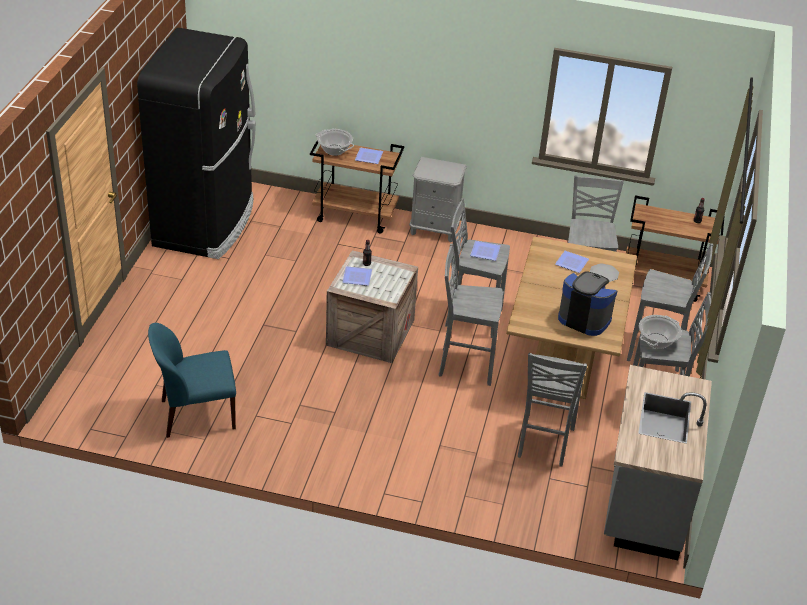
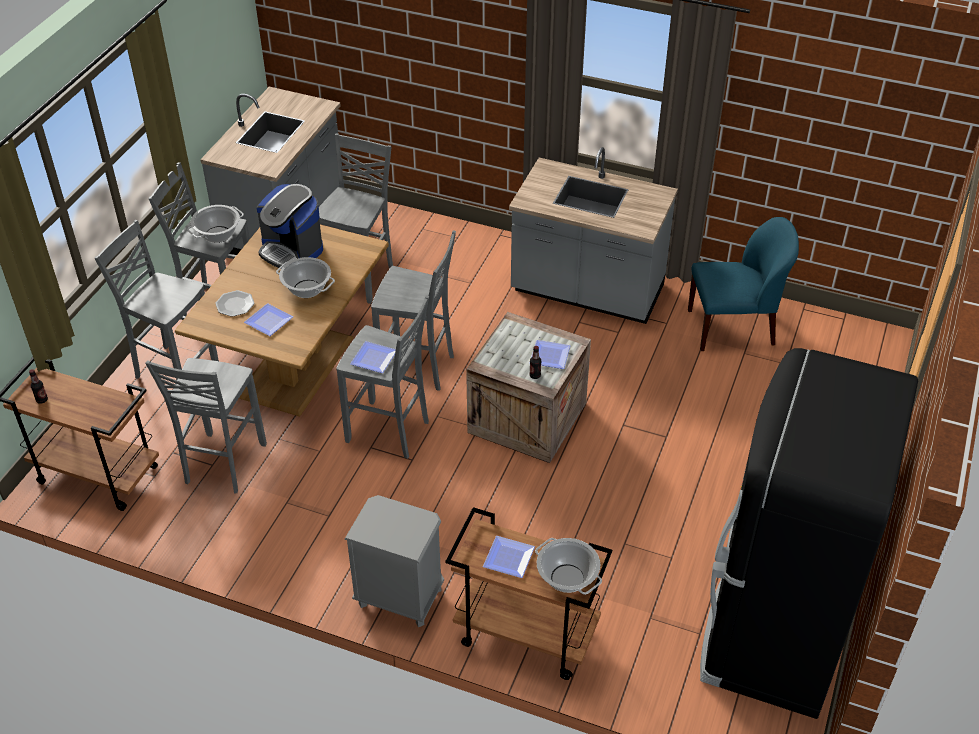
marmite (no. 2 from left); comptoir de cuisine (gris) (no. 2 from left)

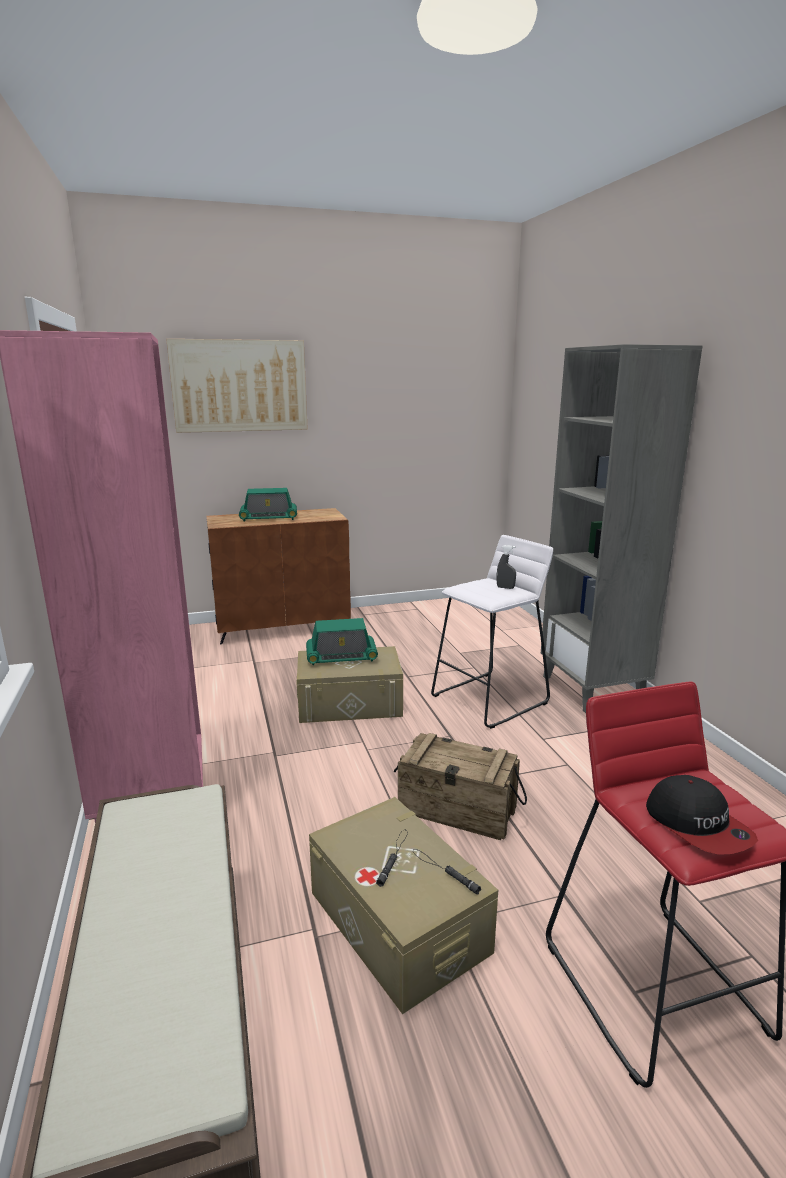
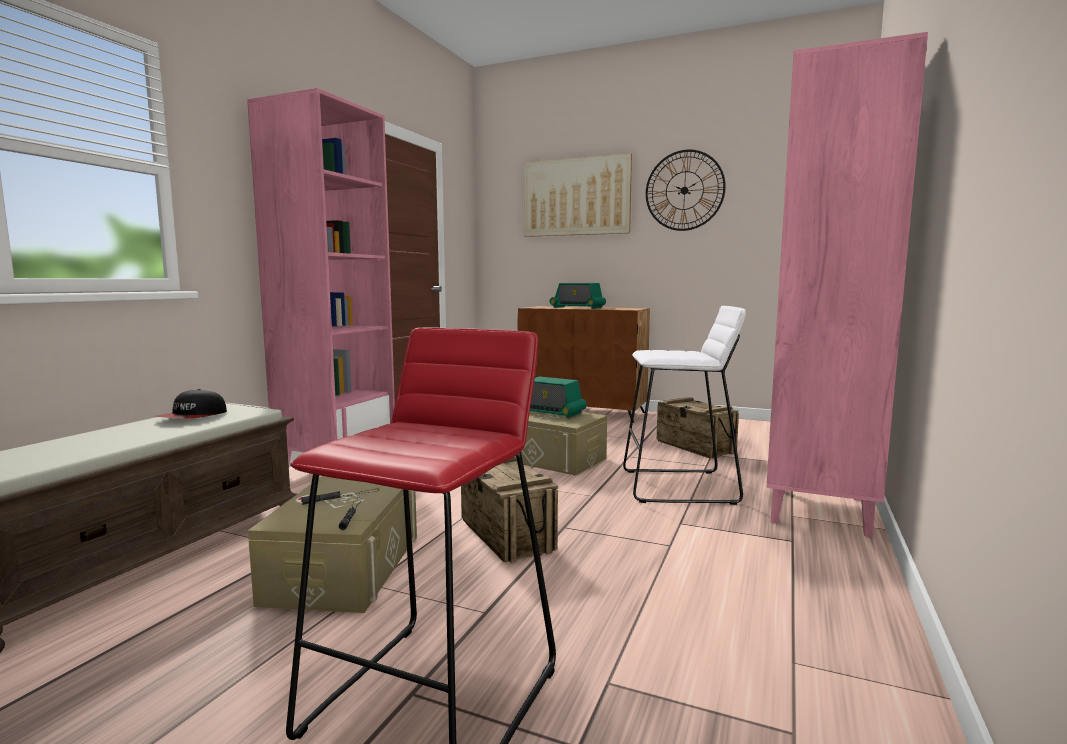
vaporisateur (gris); bibliothèque (rose) (no. 2 from left); casquette; horloge murale; caisse (no. 2 from left)

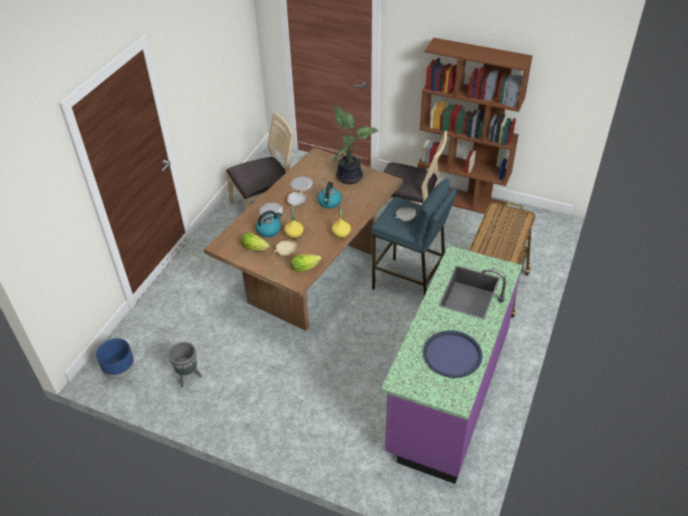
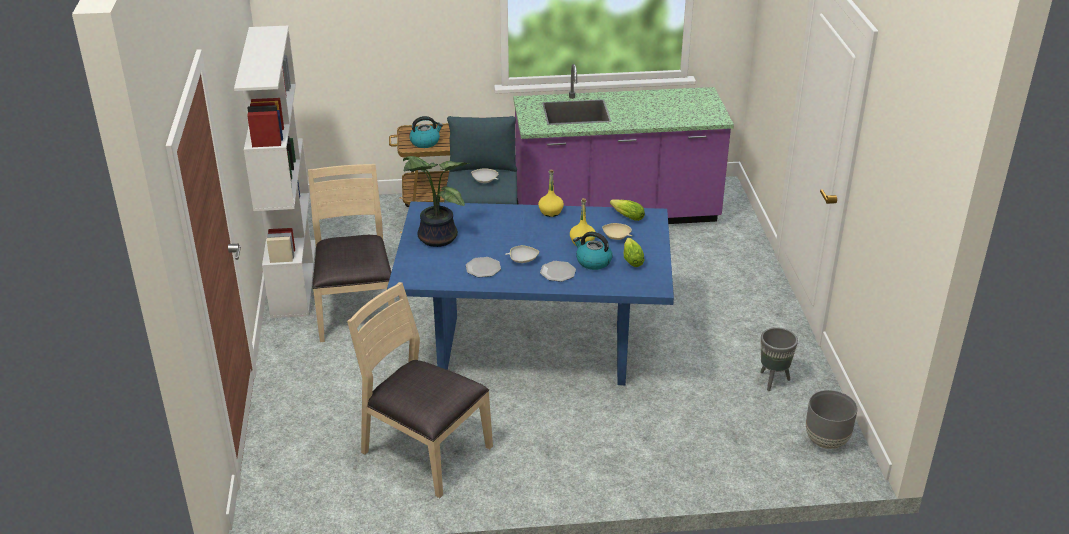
cache-pot (gris) (no. 2 from left); table à manger (bleu); bouilloire (no. 1 from left); bibliothèque (blanc); plateau (bleu)

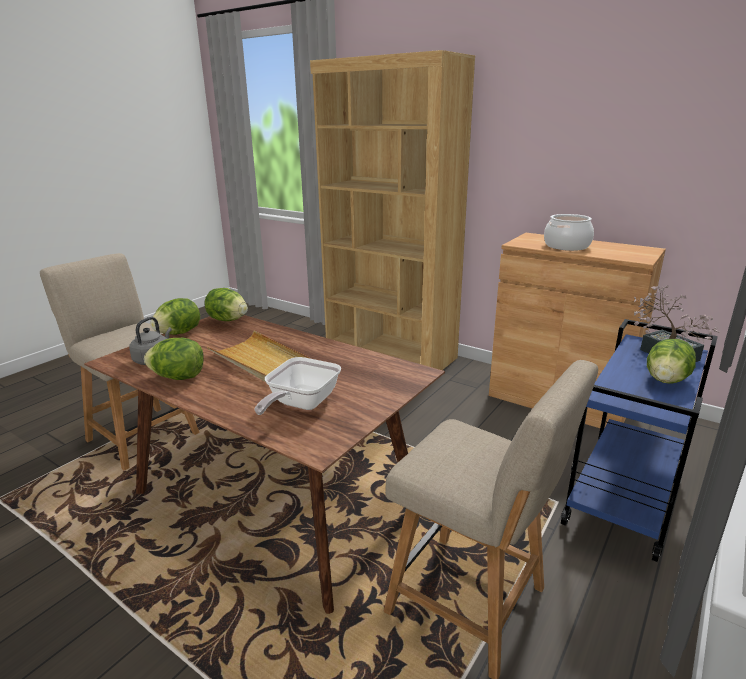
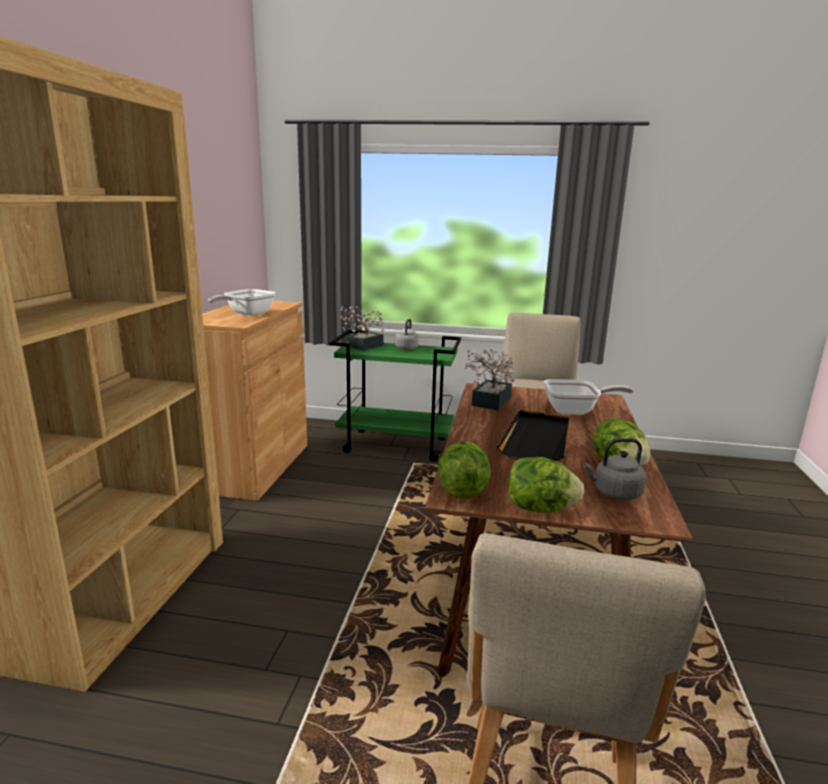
plateau (noir); poêle (no. 1 from left); chariot (vert); bouilloire (gris) (no. 1 from left); plante en pot (no. 2 from left)

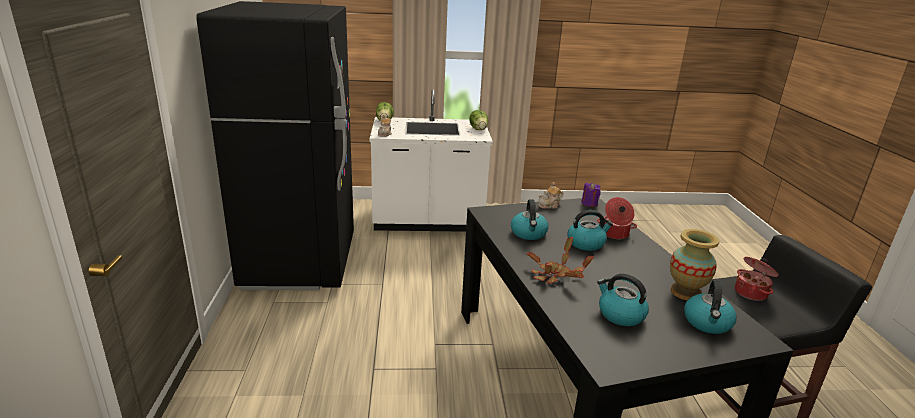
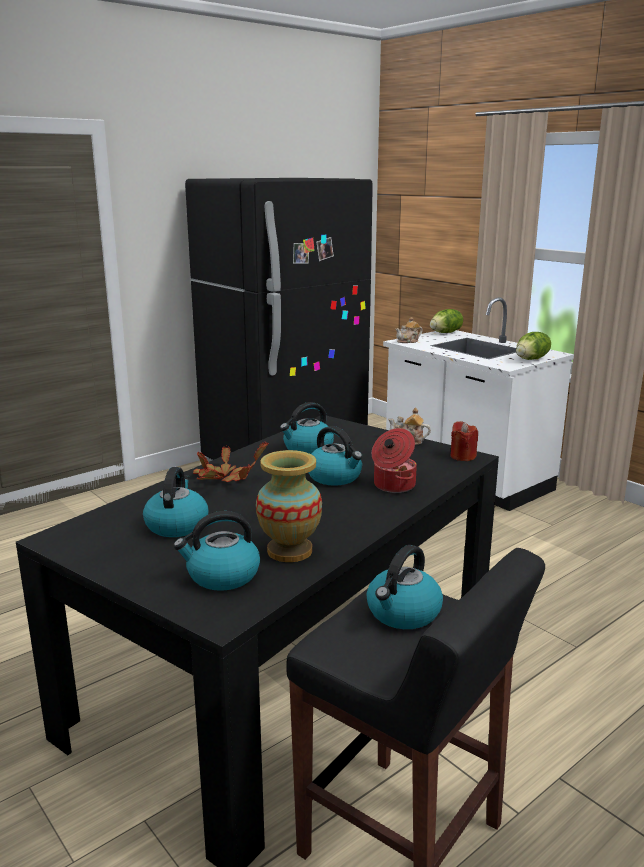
bougie (rouge); bouilloire (no. 5 from left)

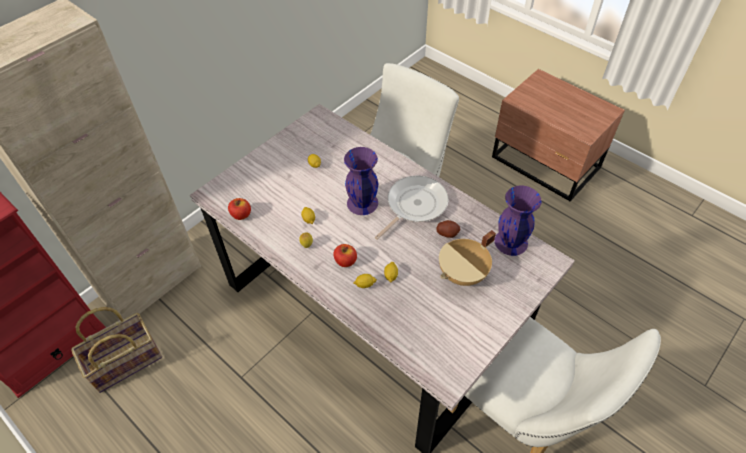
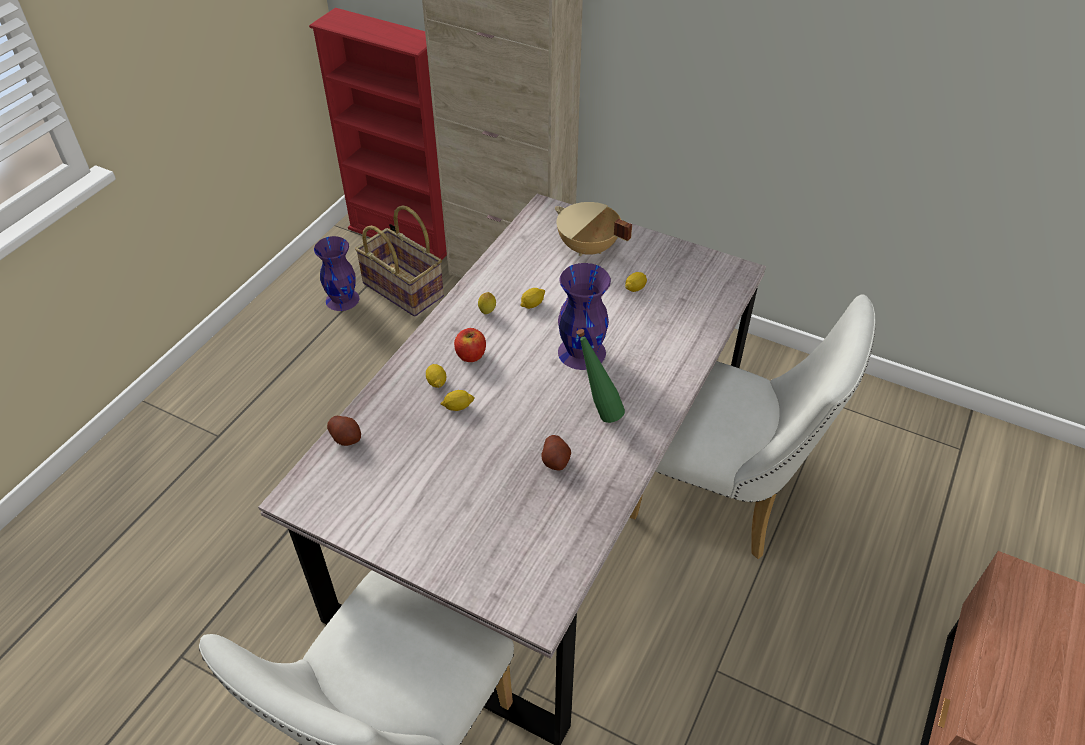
pomme (no. 1 from left in the first image); bouteille (vert); marmite (beige); vase (violet) (no. 1 from left); pomme de terre (no. 1 from left)

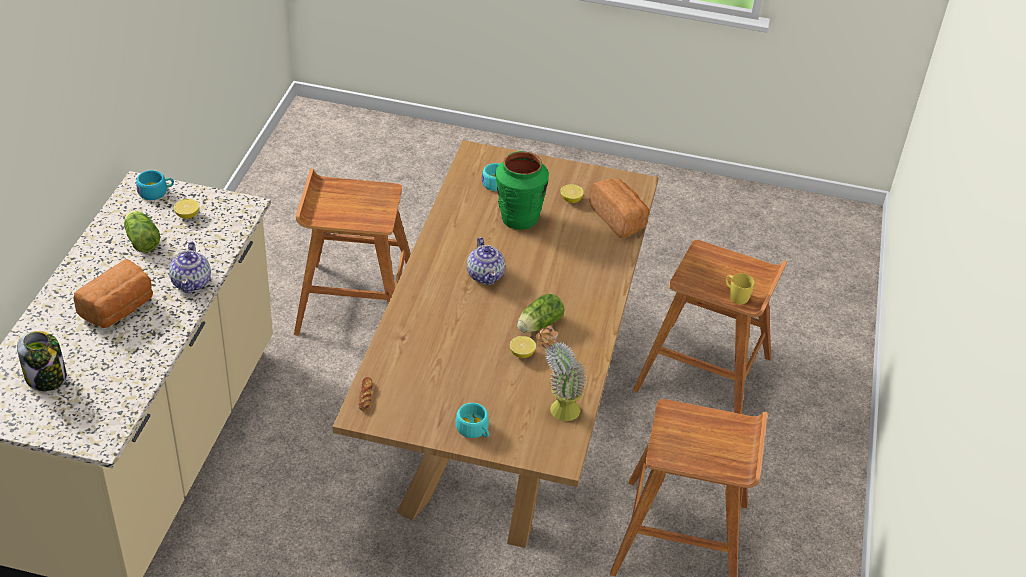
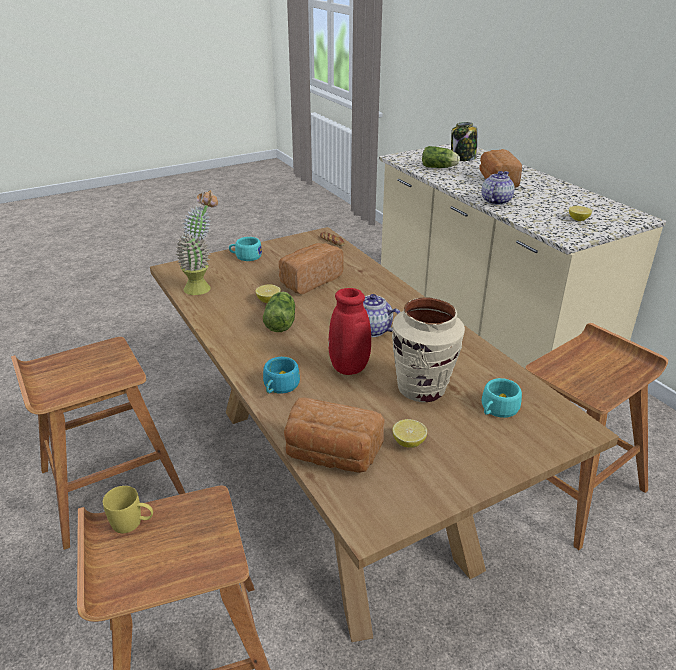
laitue (no. 2 from left); tasse (turquoise) (no. 2 from left); théière (no. 2 from left); vase (beige); pain (no. 1 from left); vase (rouge)

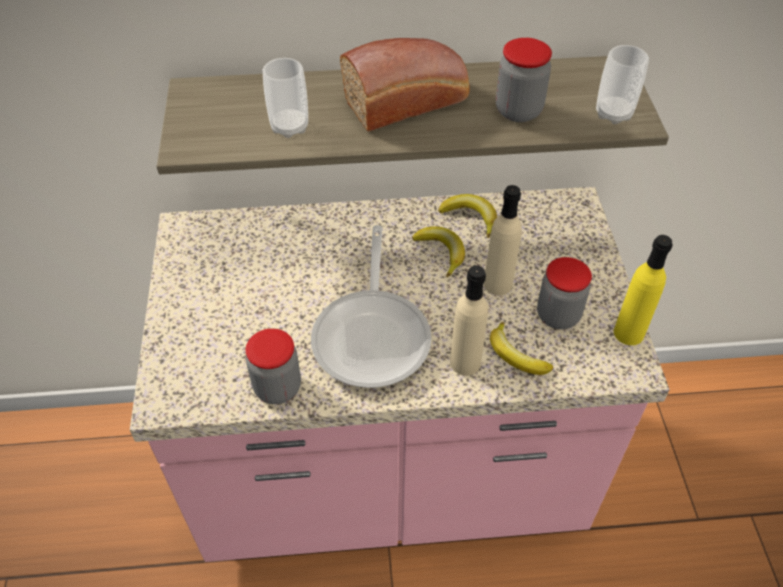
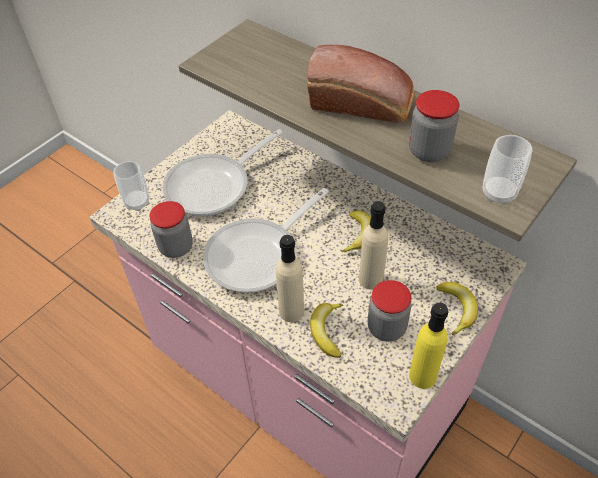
tasse (no. 1 from left); banane (no. 3 from left); poêle (no. 1 from left)

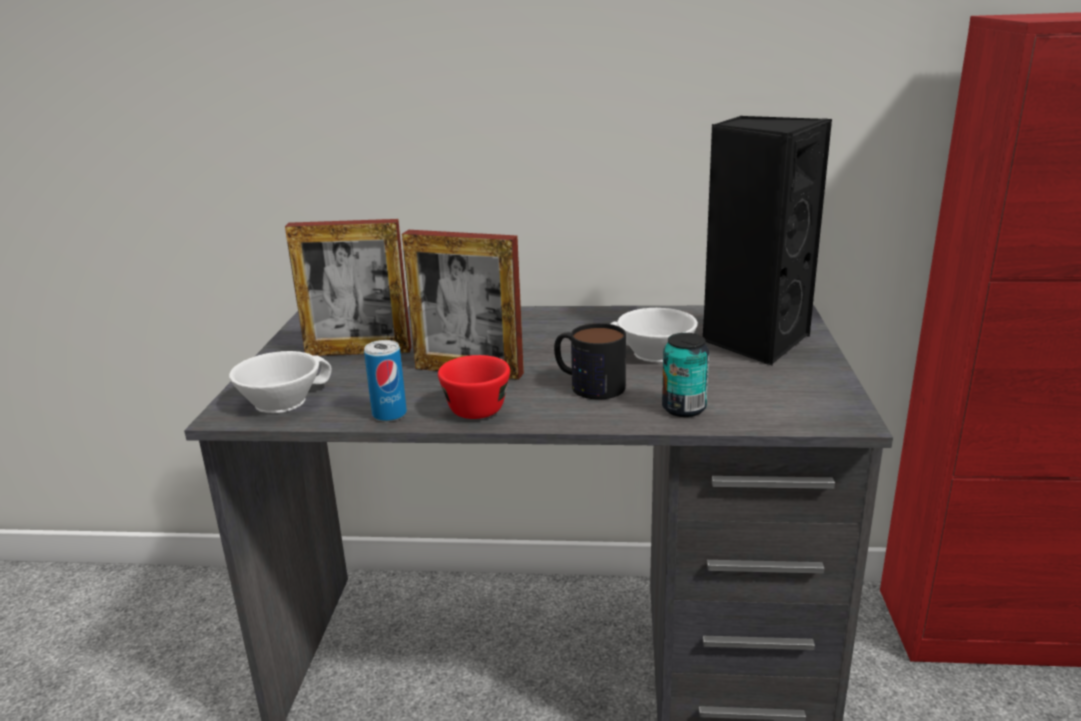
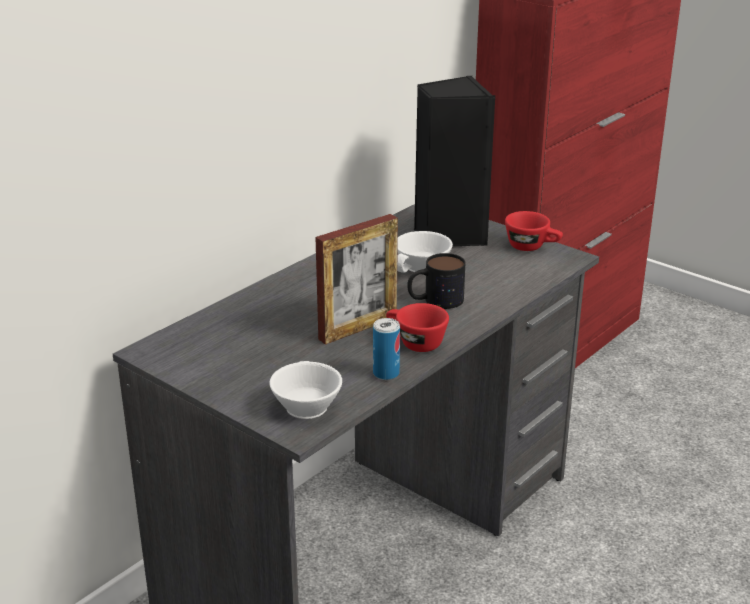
cadre photo (no. 1 from left in the first image); boîte métallique (no. 2 from left in the first image); tasse (rouge) (no. 2 from left)

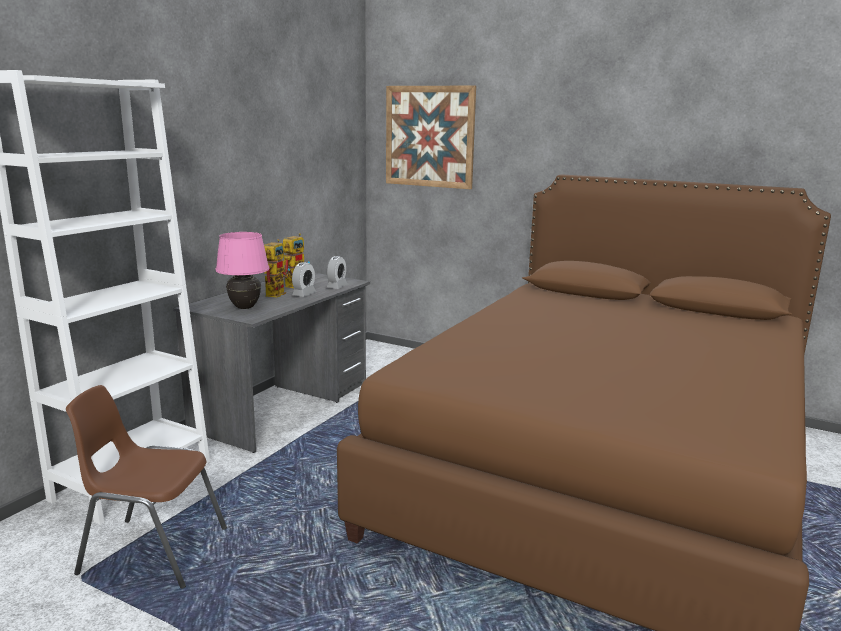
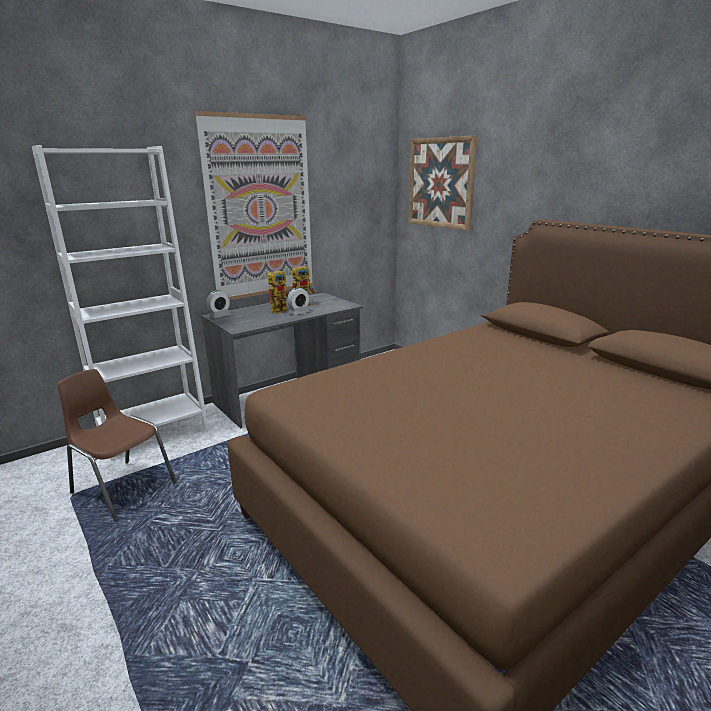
lampe de table (rose); réveil (no. 1 from left); tableau (no. 1 from left)

